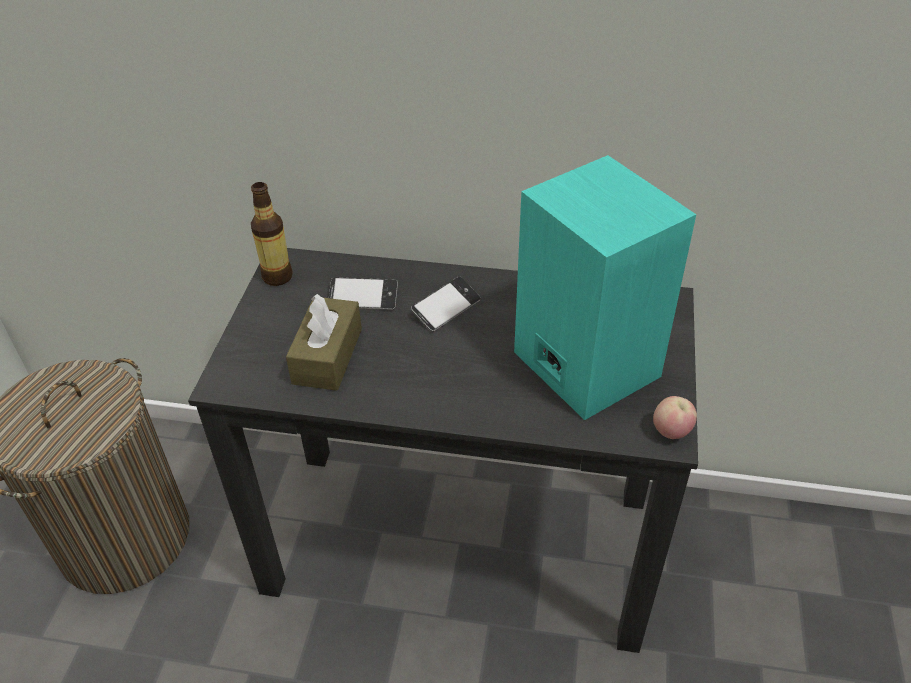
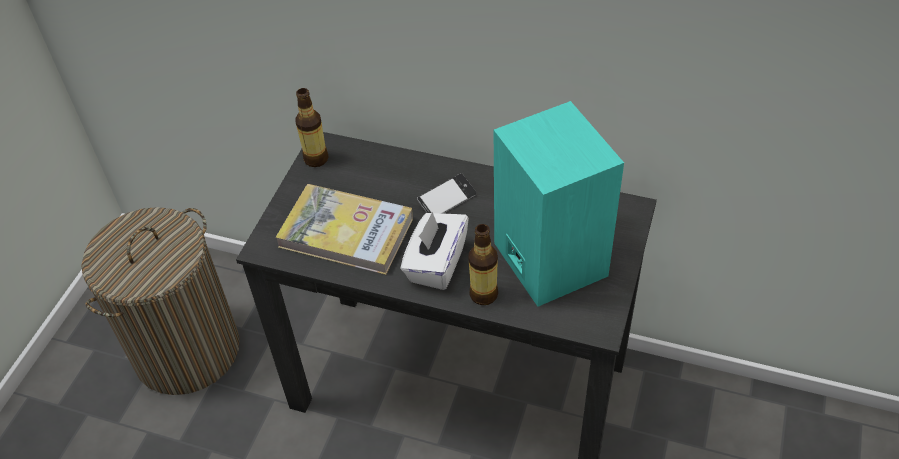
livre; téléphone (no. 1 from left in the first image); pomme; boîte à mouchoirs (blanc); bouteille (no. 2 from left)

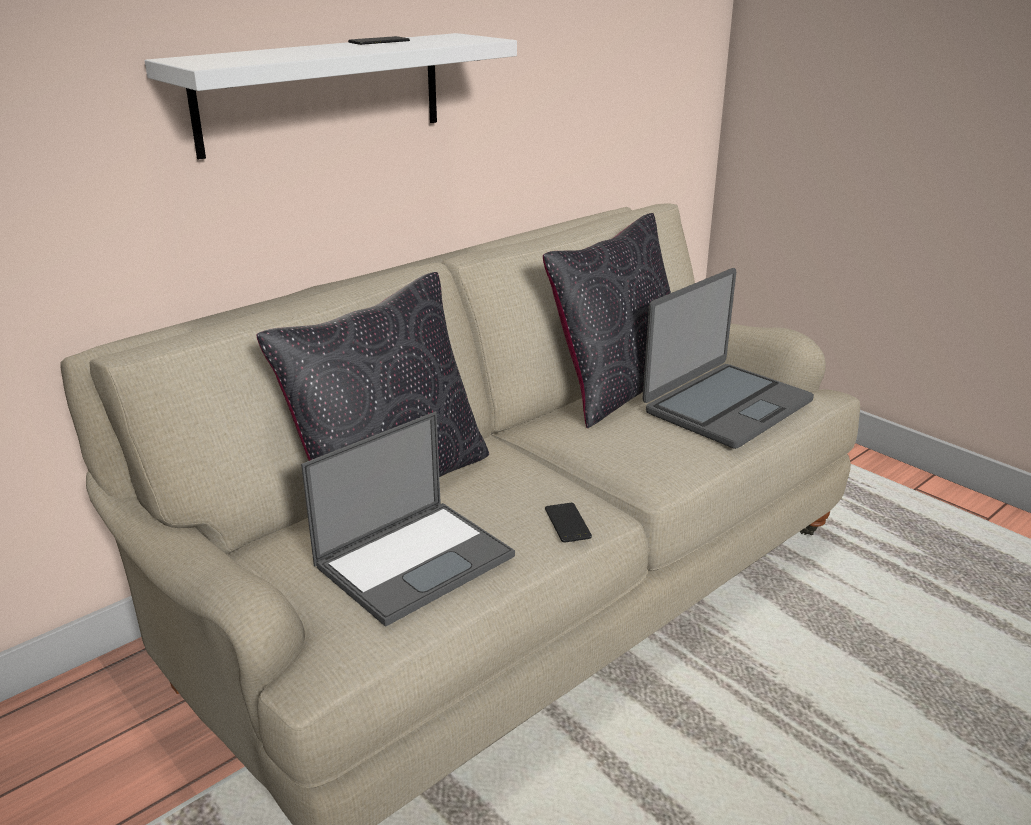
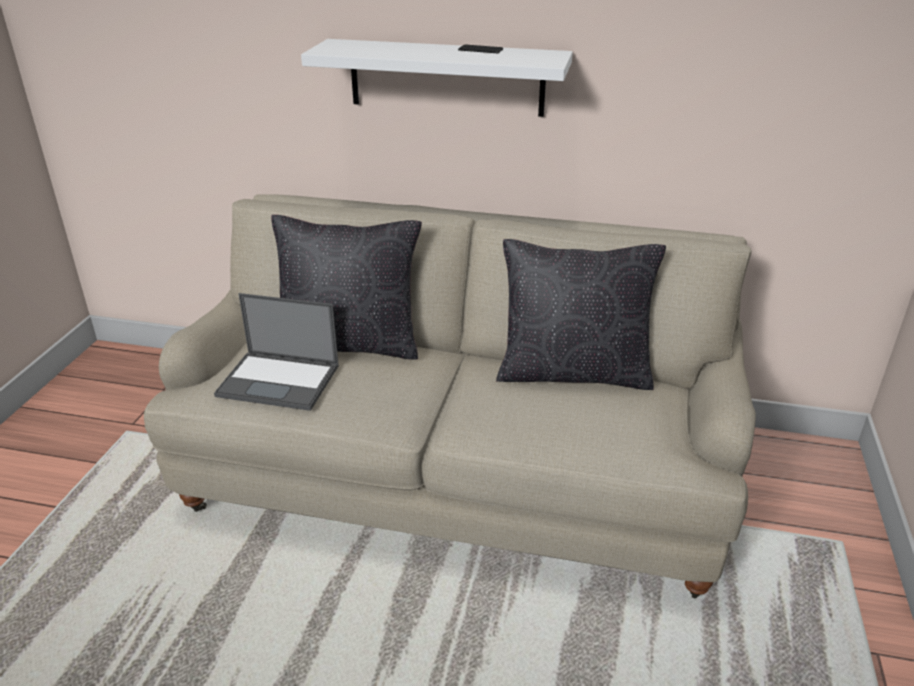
téléphone (no. 2 from left in the first image); ordinateur portable (no. 2 from left in the first image)

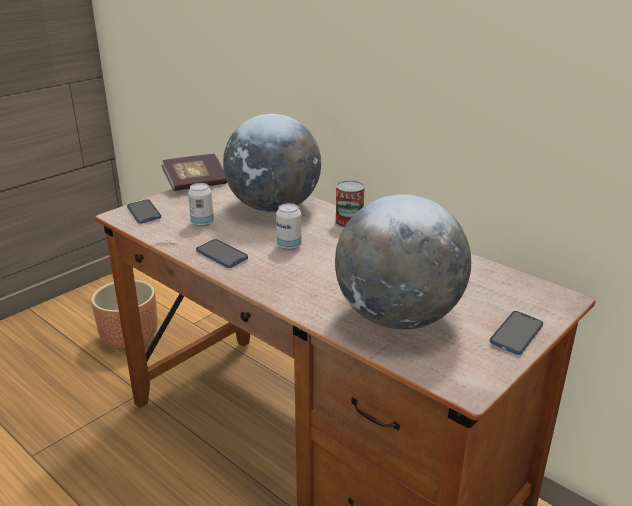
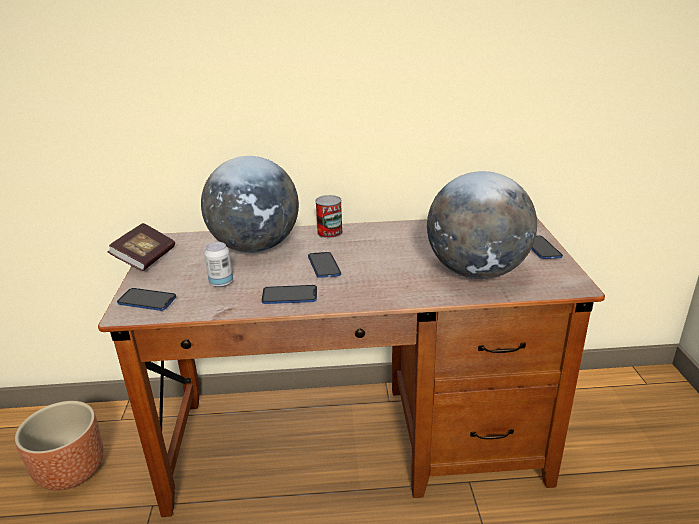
téléphone (no. 3 from left)

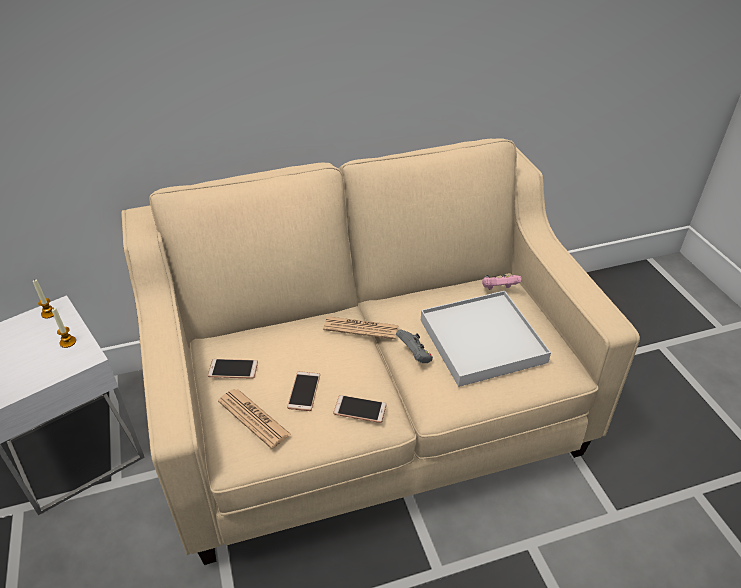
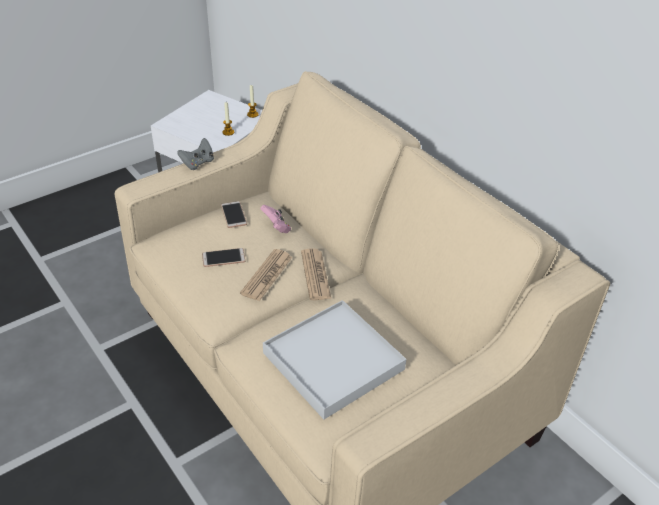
journal (no. 1 from left); téléphone (no. 3 from left in the first image); manette (gris); manette (rose)

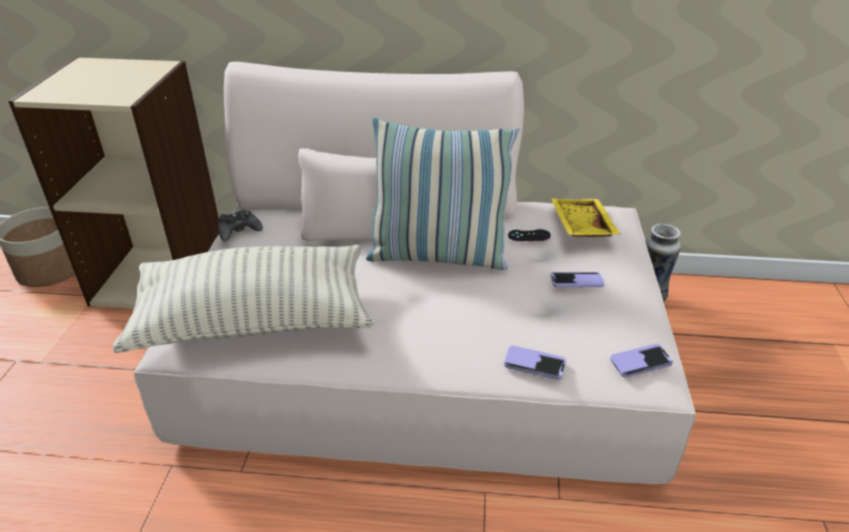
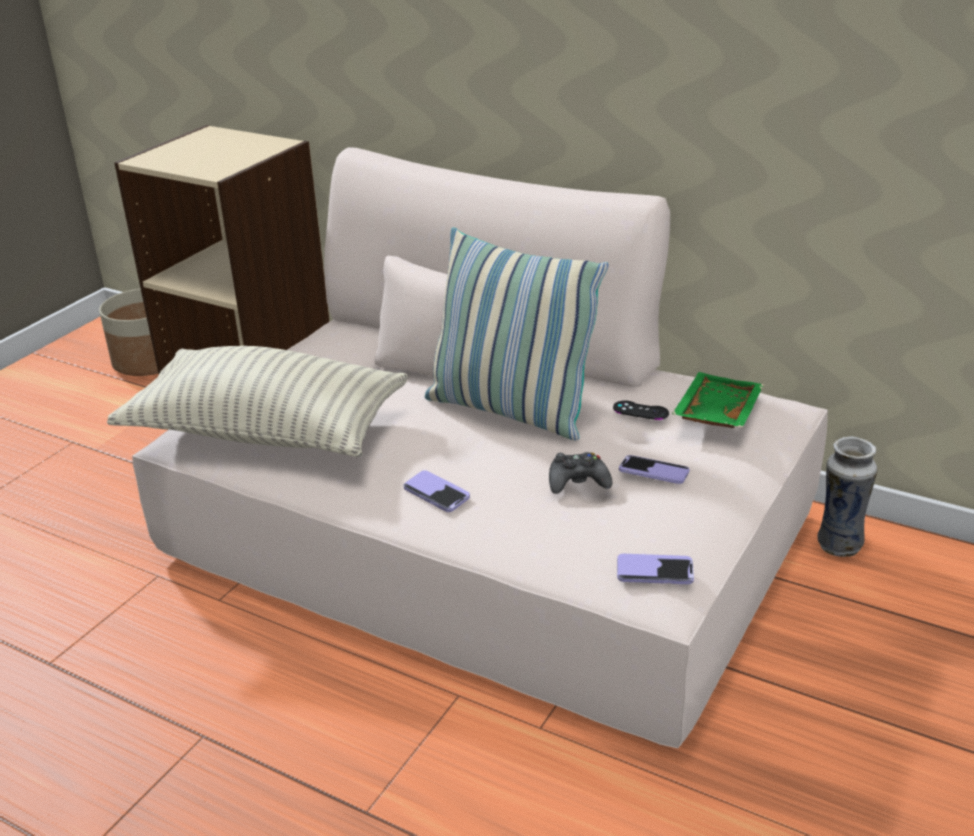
manette (noir) (no. 1 from left); téléphone (no. 1 from left); plateau (vert)

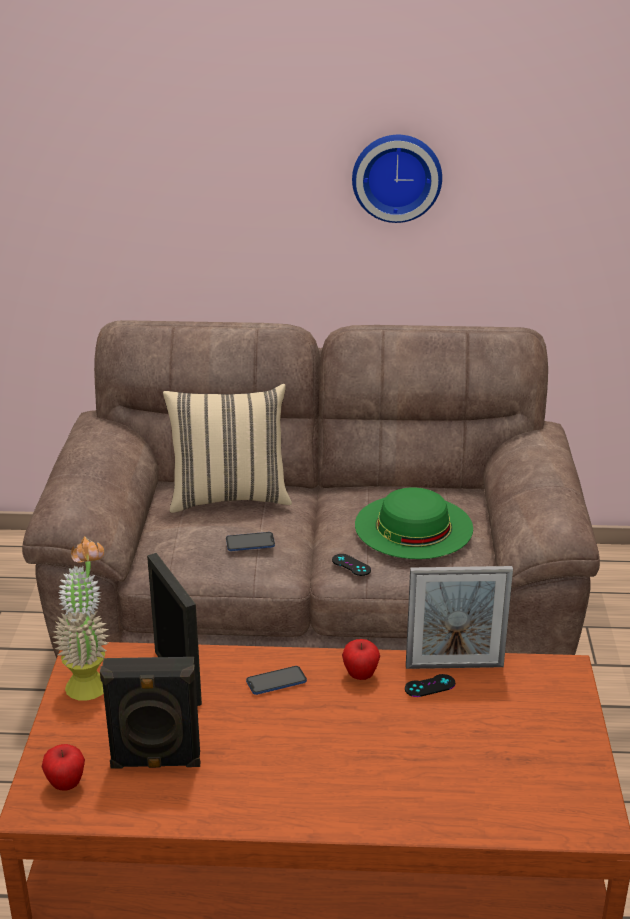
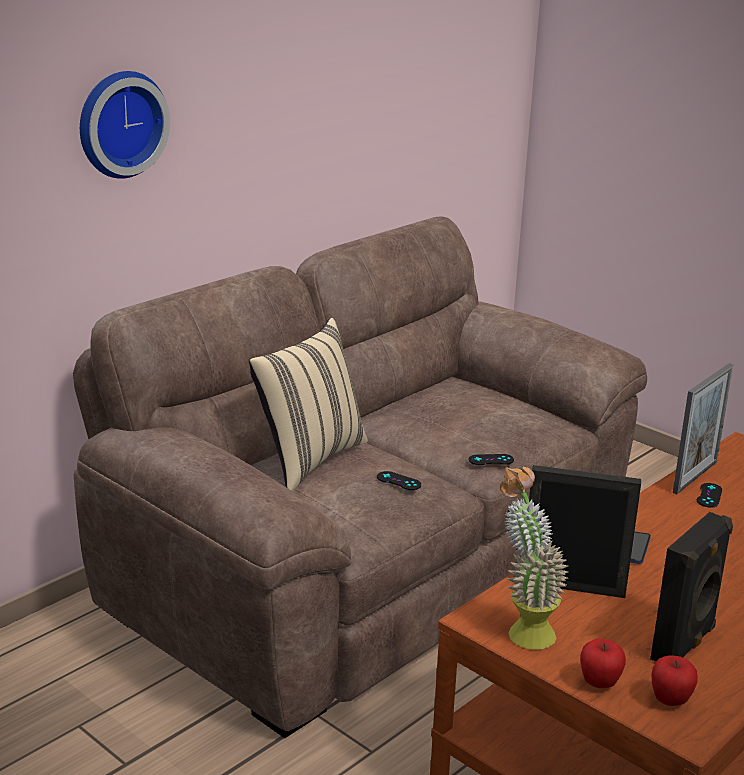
manette (noir) (no. 1 from left); pomme (no. 1 from left); horloge murale; chapeau (vert)

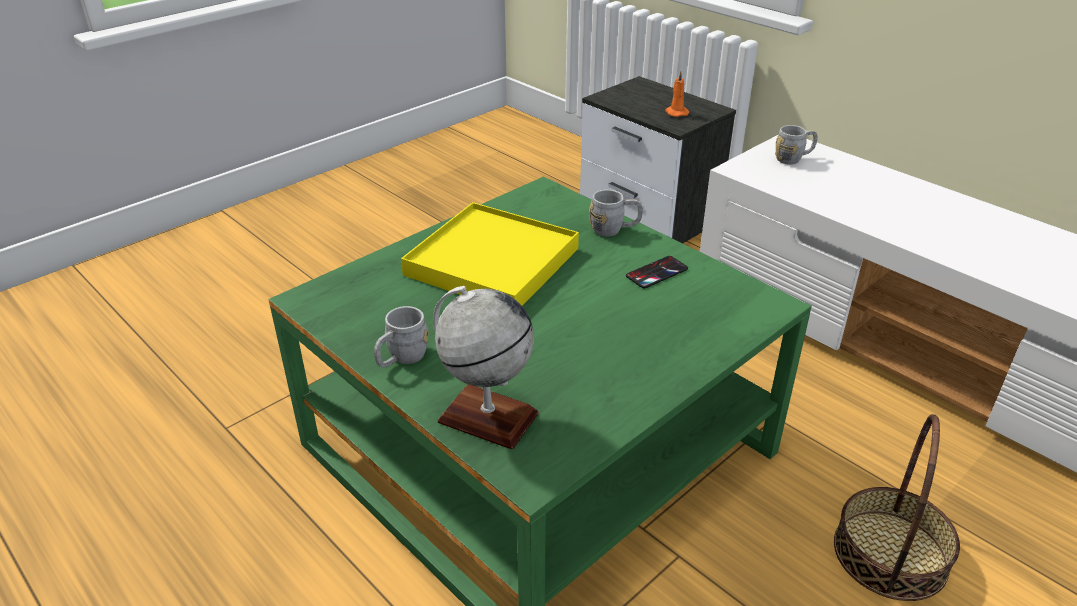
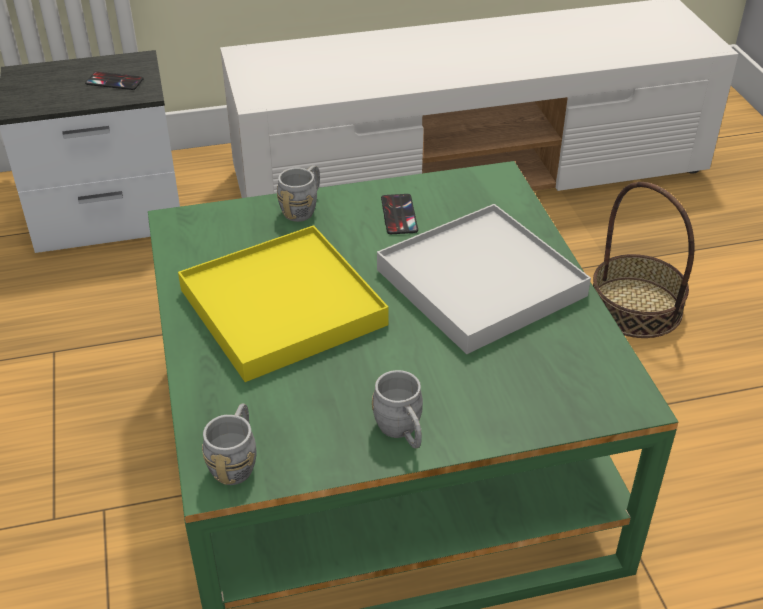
globe; téléphone (no. 1 from left); mug (gris) (no. 1 from left); plateau (blanc)

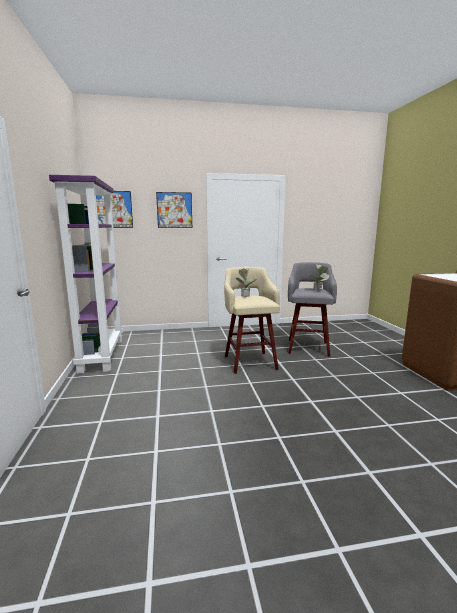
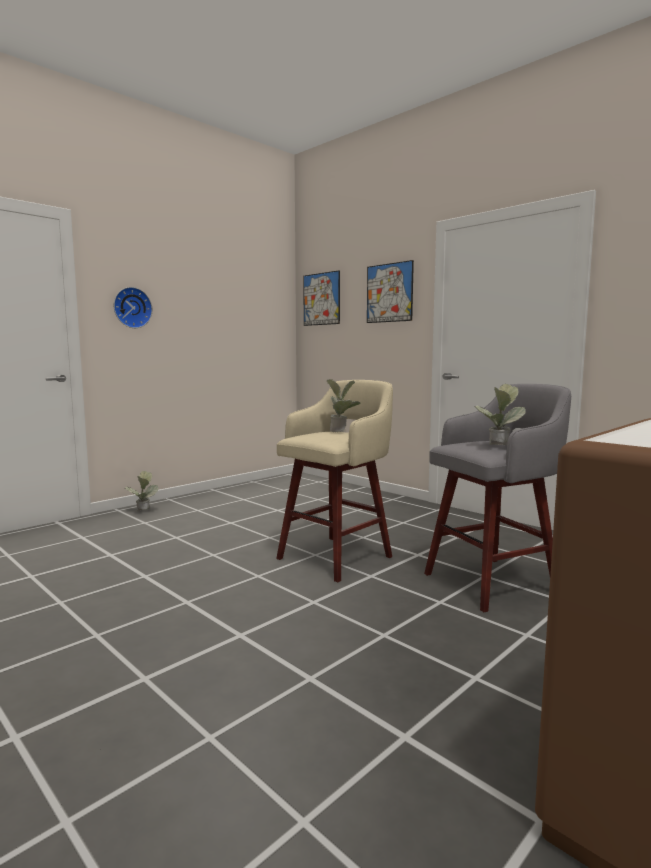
bibliothèque (violet); horloge murale; plante en pot (no. 1 from left)

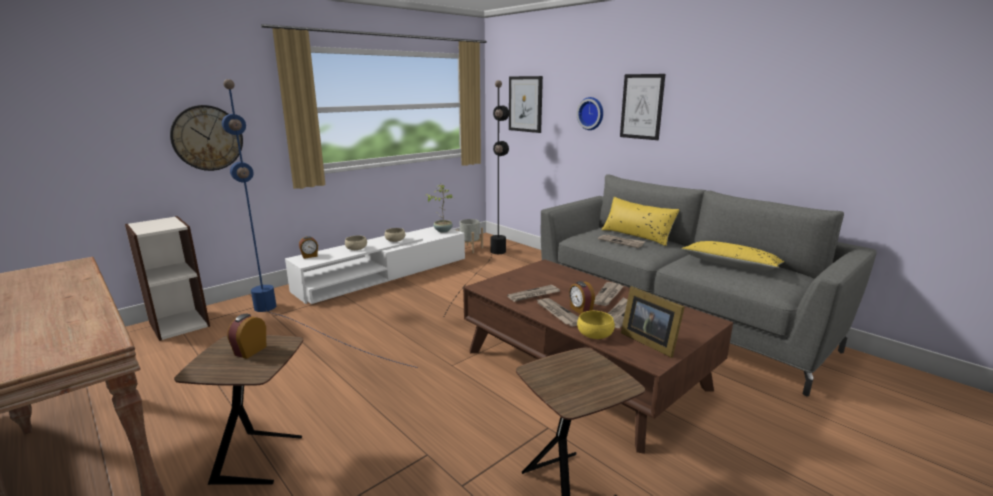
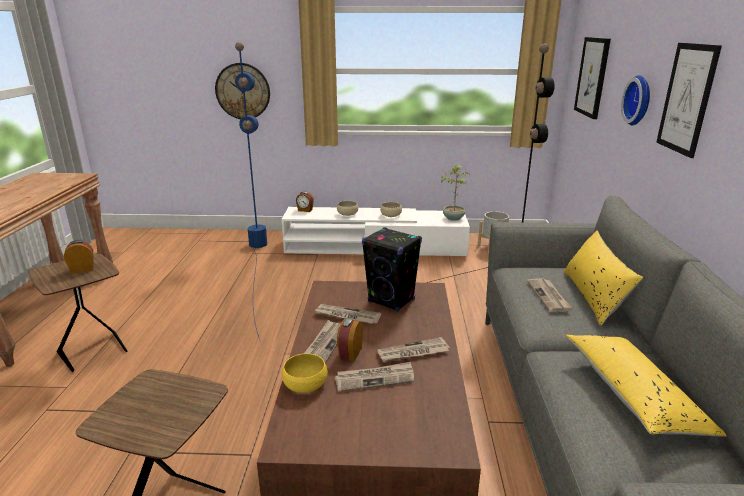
bibliothèque; cadre photo; enceinte (noir)

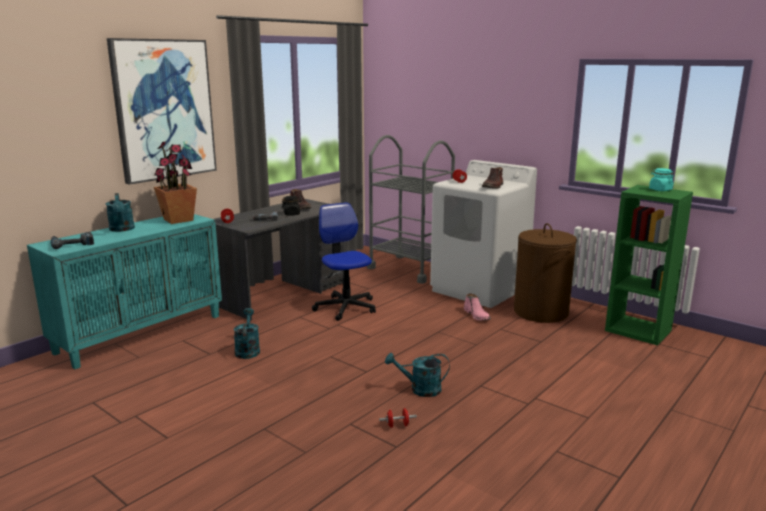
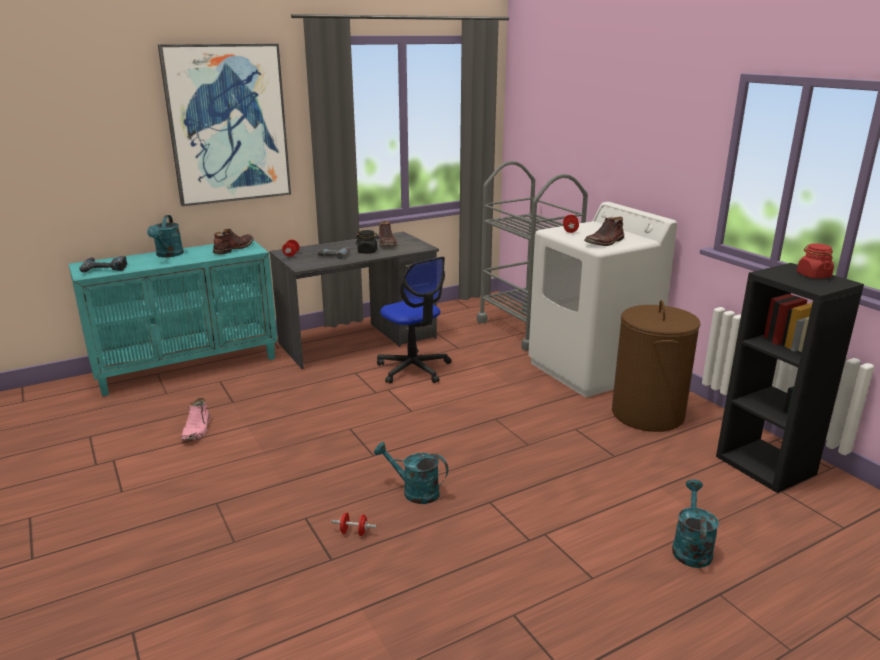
botte (marron) (no. 1 from left); arrosoir (turquoise) (no. 3 from left); chaise de bureau; botte (rose); bibliothèque (noir); bocal (rouge)

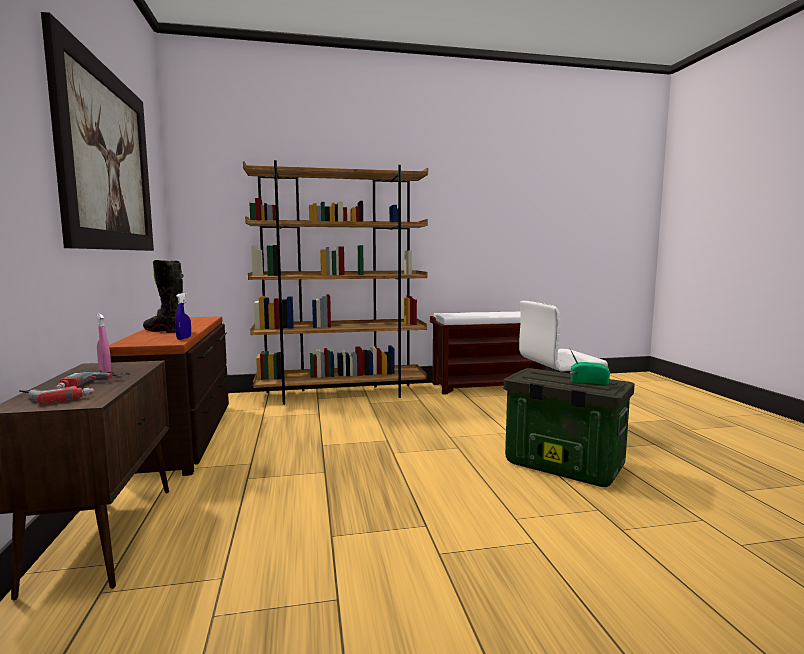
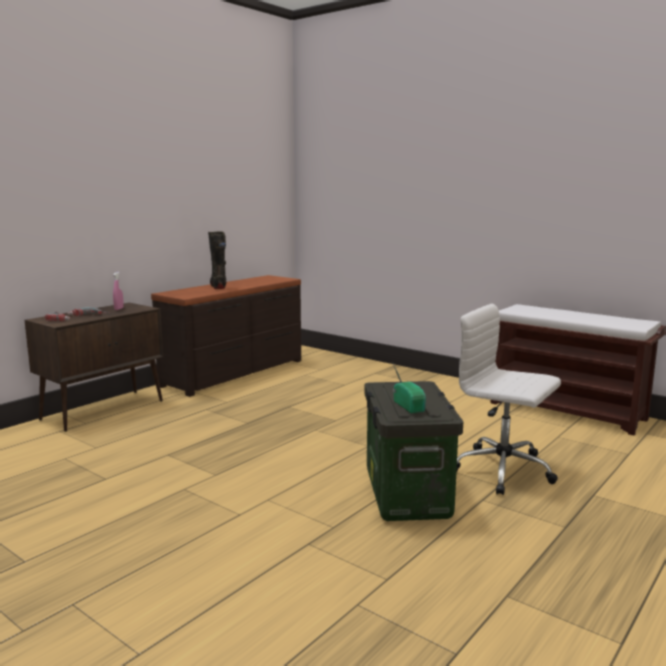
tableau; vaporisateur (bleu); bibliothèque (marron)

